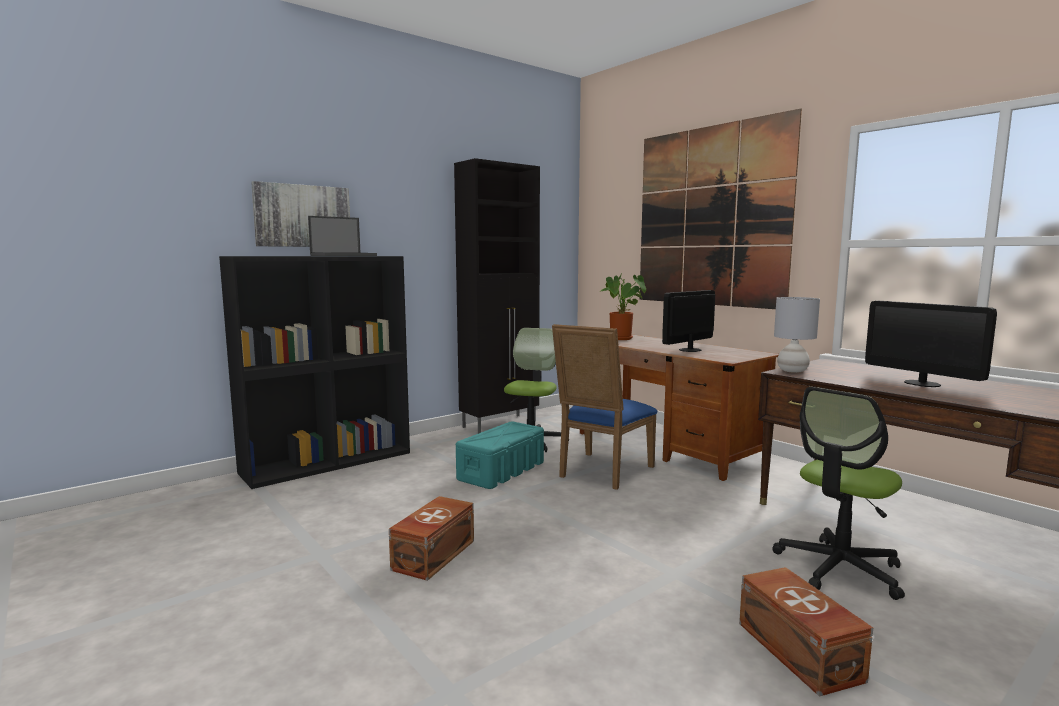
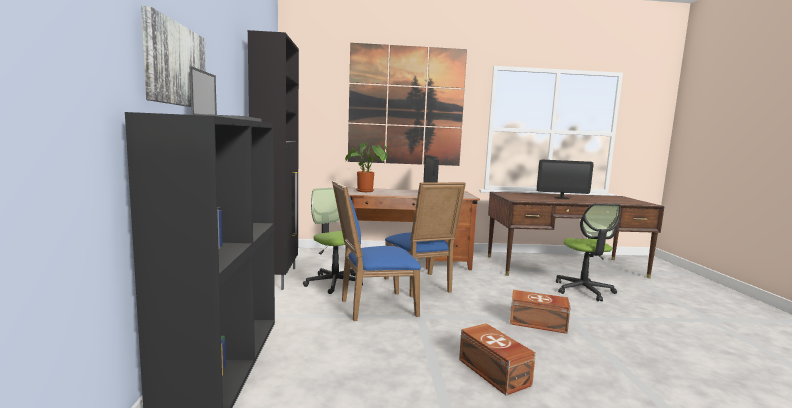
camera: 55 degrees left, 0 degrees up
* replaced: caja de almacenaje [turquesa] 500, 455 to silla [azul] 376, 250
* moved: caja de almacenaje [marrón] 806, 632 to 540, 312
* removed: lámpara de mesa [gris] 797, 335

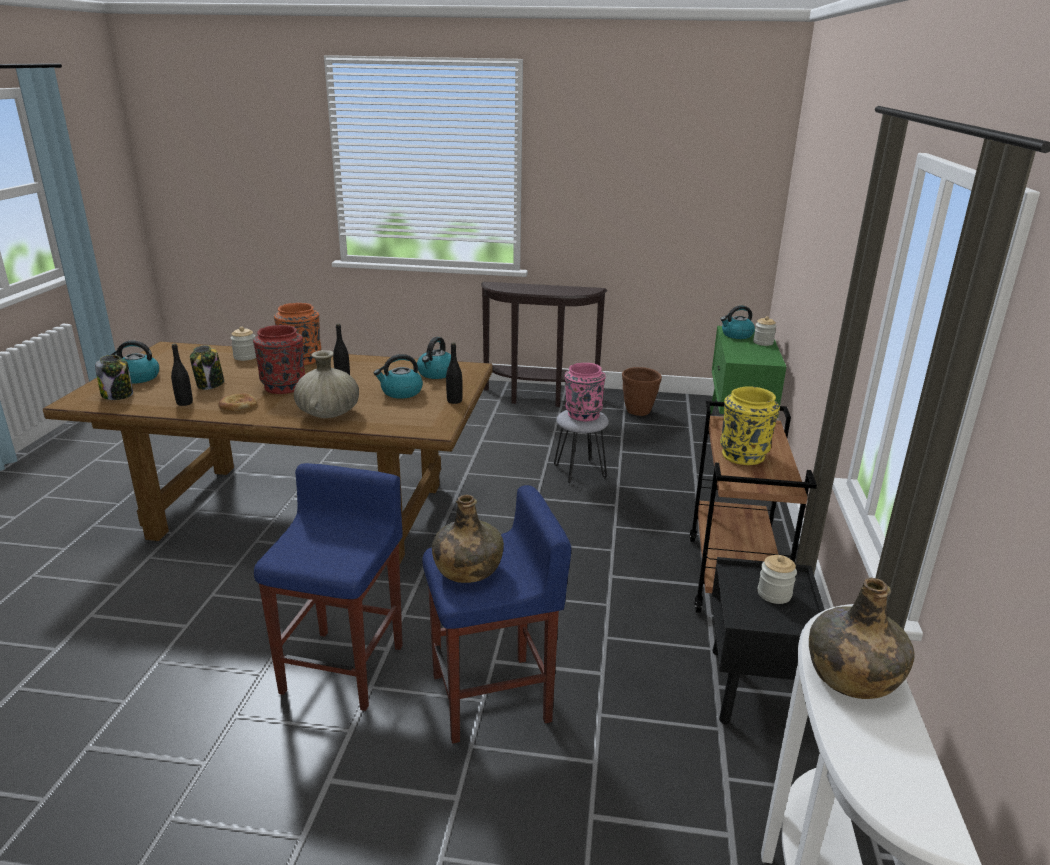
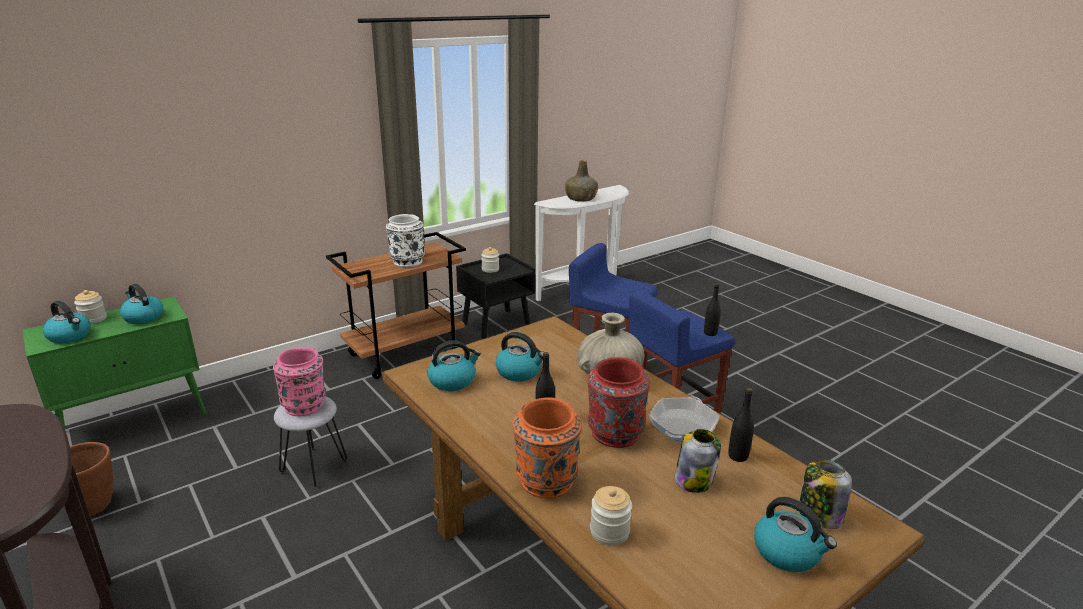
camera: 135 degrees left, 0 degrees up
* added: hervidor 141, 304
* recoloured: florero [amarillo] 750, 425 to florero [blanco] 405, 240
* replaced: pan 237, 402 to sartén 684, 418
* moved: botella [negro] 454, 373 to 712, 309
* removed: botella [verde] 468, 538

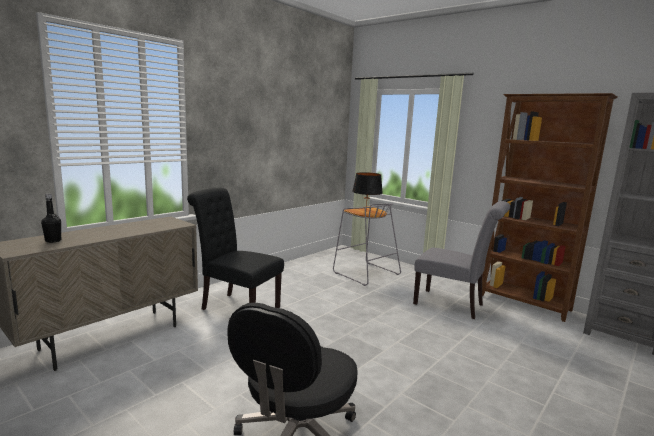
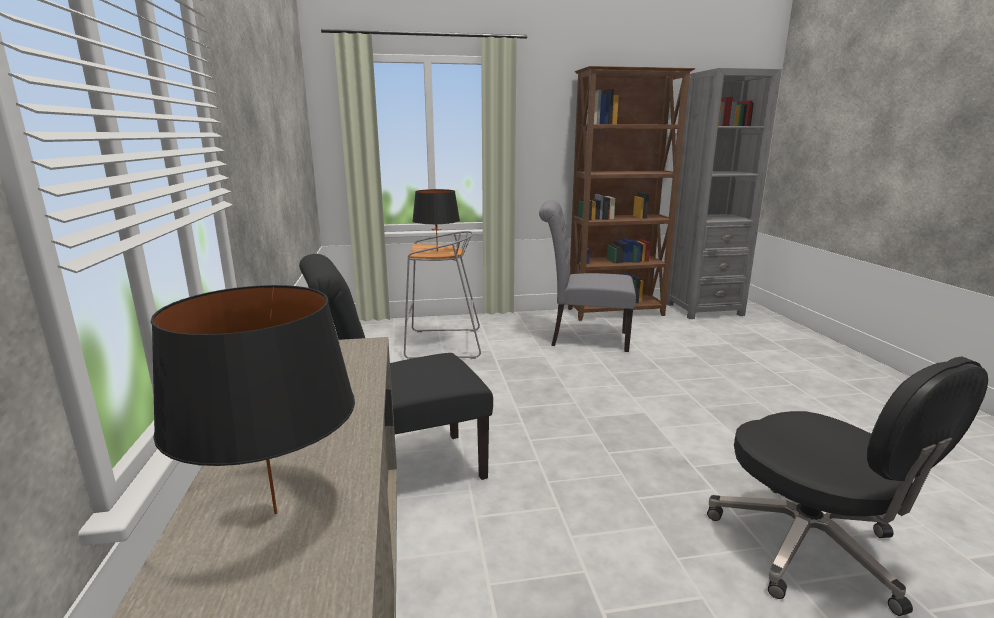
camera: 50 degrees left, 5 degrees up
* replaced: botella [negro] 51, 218 to lámpara de mesa [negro] 253, 399
* turned: silla [gris] 461, 260 = 587, 276 150 degrees counterclockwise

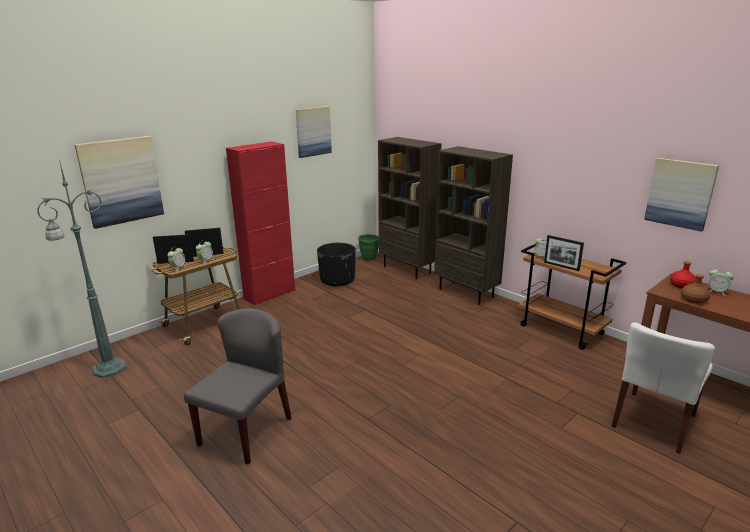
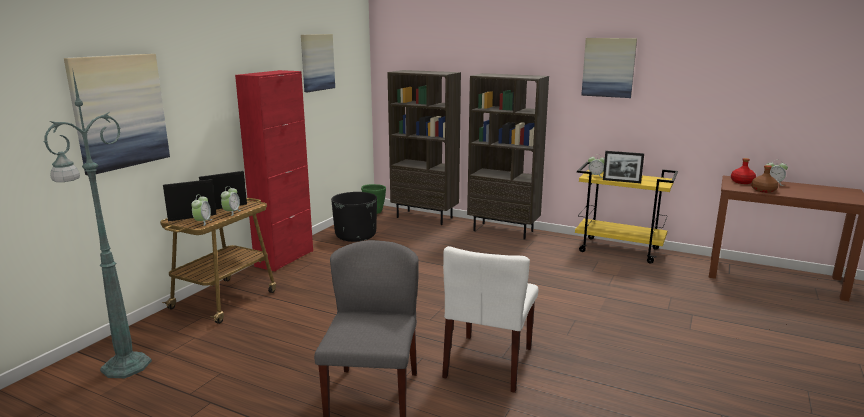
camera: 20 degrees left, 5 degrees down
* moved: silla [blanco] 663, 388 to 490, 319
* recoloured: carrito [marrón] 572, 295 to carrito [amarillo] 626, 213
* moved: cuadro 681, 195 to 609, 68

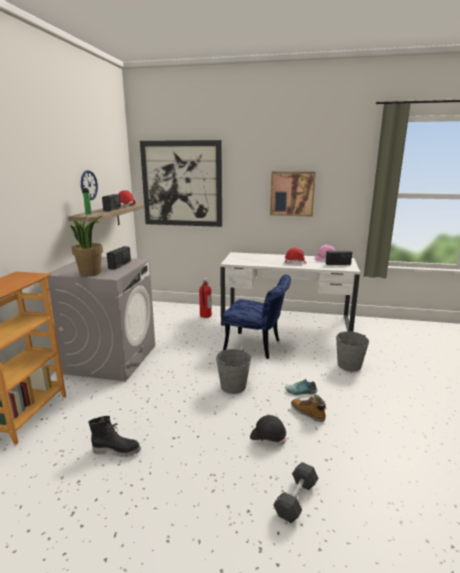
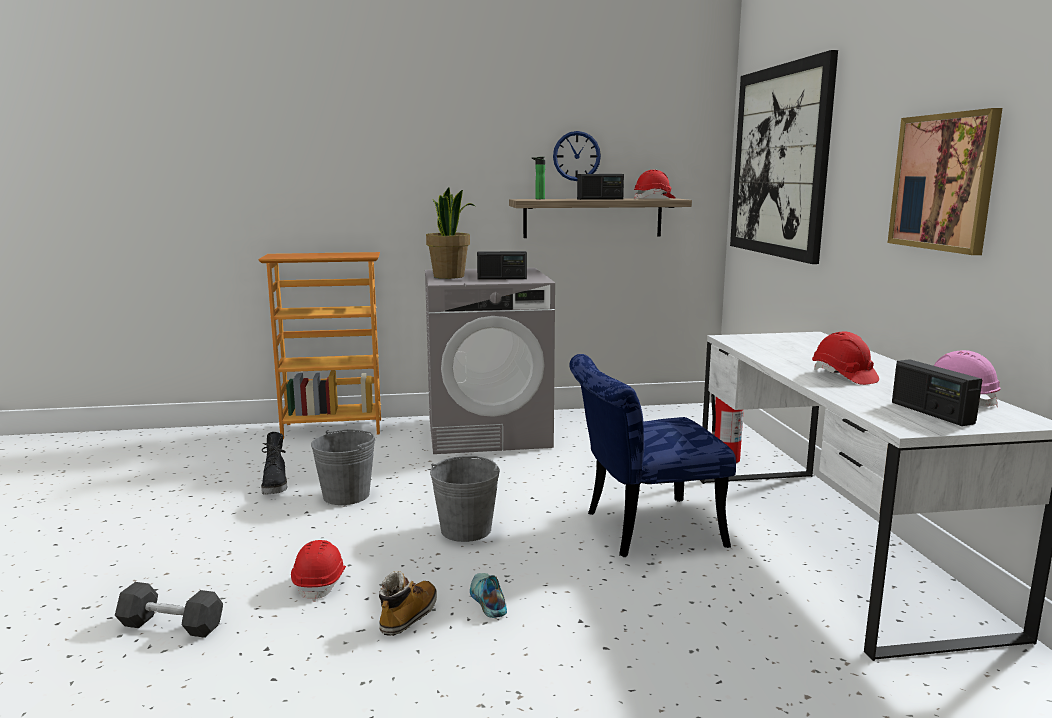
camera: 70 degrees right, 5 degrees down
* recoloured: casco [negro] 268, 430 to casco [rojo] 318, 571
* moved: cubo [gris] 352, 351 to 343, 467
* turned: silla [azul] 256, 317 = 652, 455 75 degrees clockwise

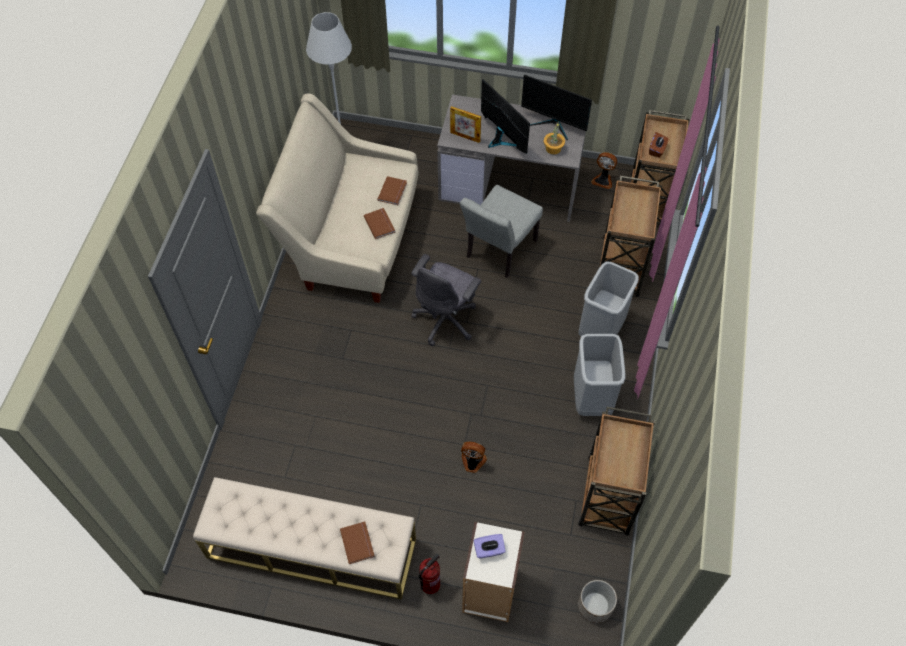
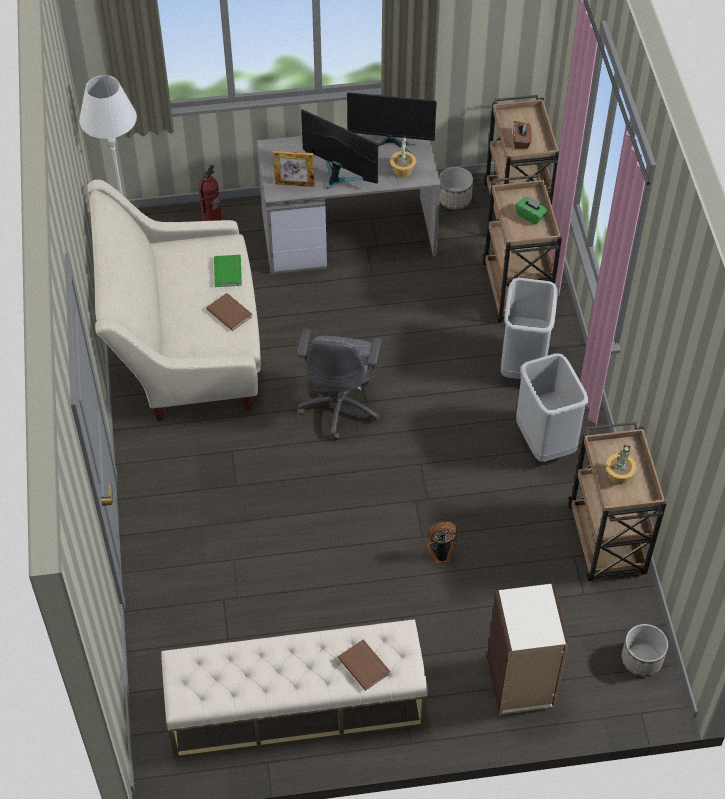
camera: 20 degrees left, 5 degrees down
* moved: extintor 429, 573 to 210, 193
* recoloured: libro [marrón] 392, 190 to libro [verde] 228, 271
* replaced: ventilador 604, 170 to maceta 456, 188
* added: caja de pañuelos [verde] 532, 210
* added: planta en maceta 620, 464
* removed: silla [gris] 501, 231
* removed: caja de pañuelos [morado] 489, 546

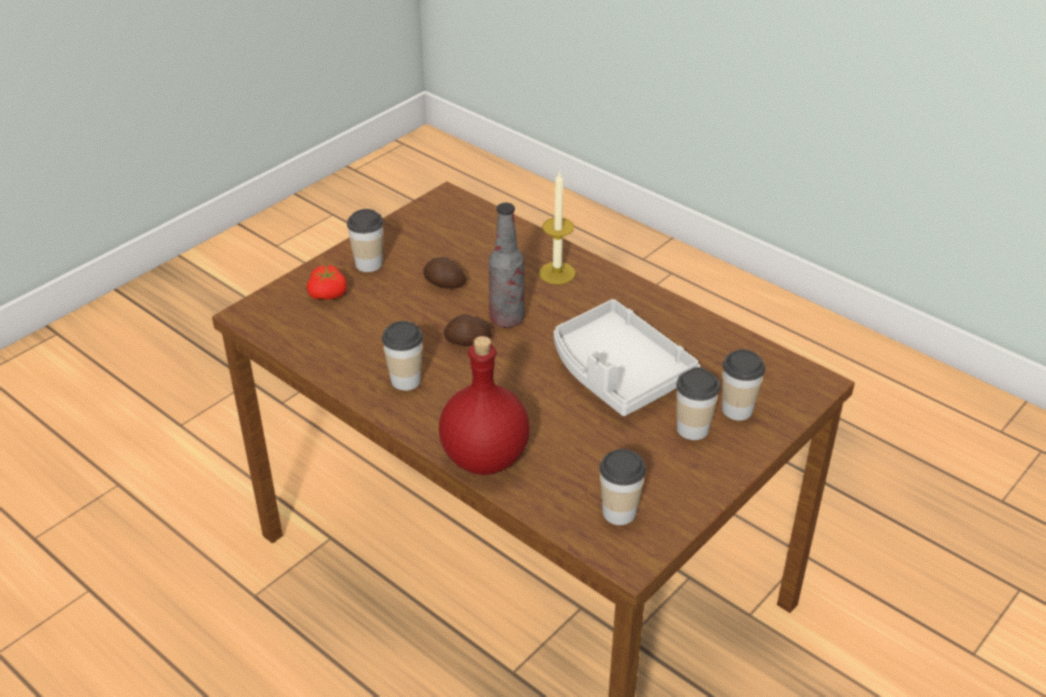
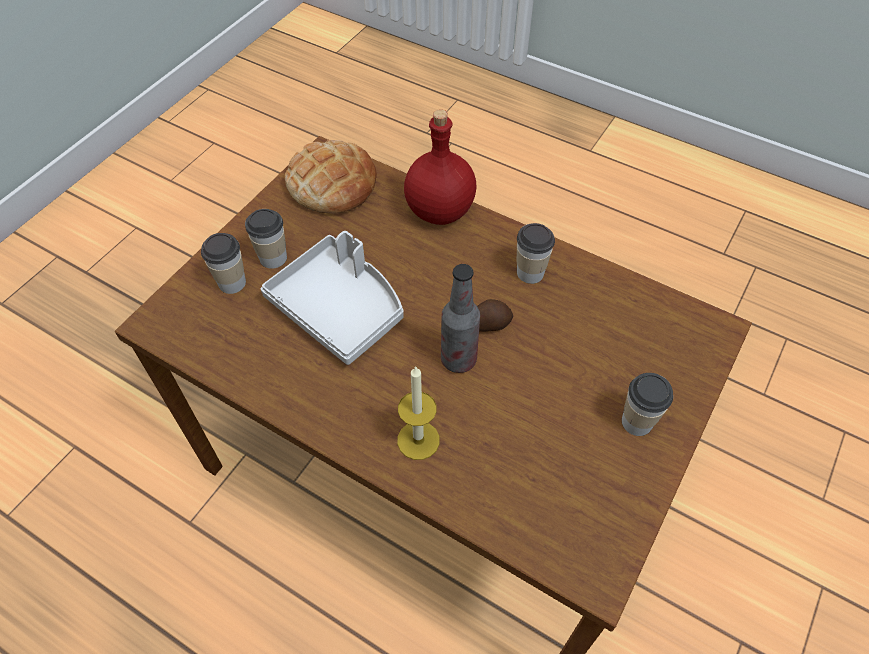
camera: 170 degrees right, 15 degrees up
* replaced: taza 622, 487 to pan 331, 177
* removed: tomate 327, 282
* removed: patata 444, 273

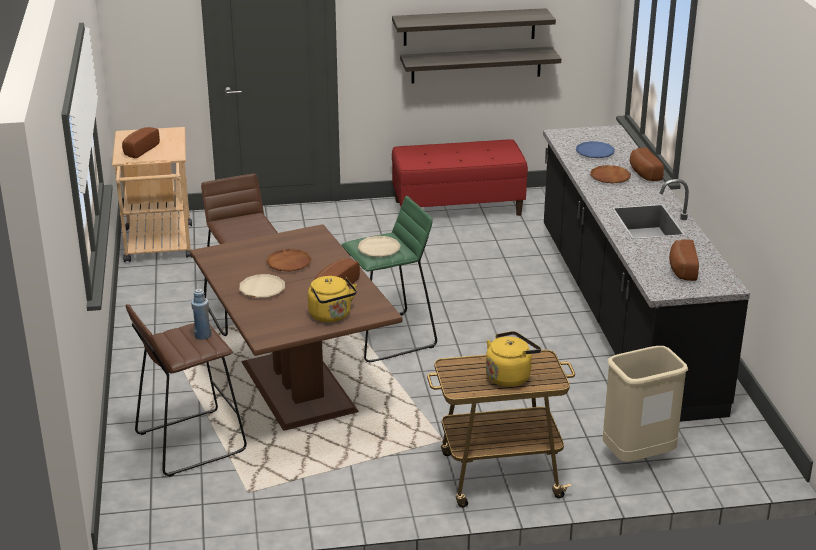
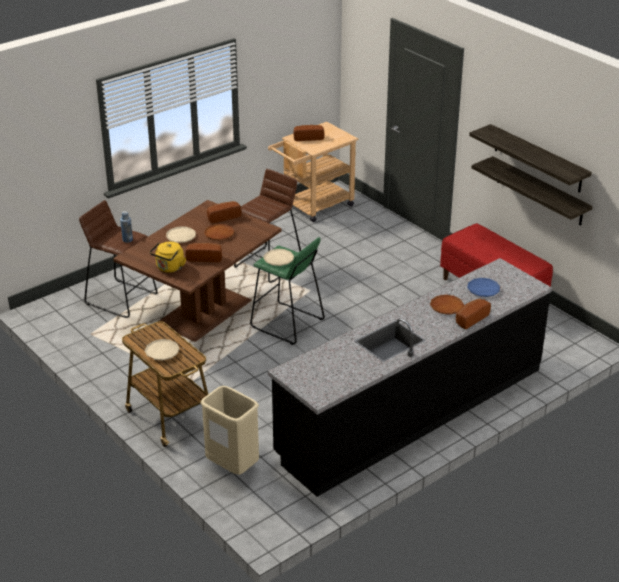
camera: 60 degrees right, 5 degrees up
* replaced: hervidor [amarillo] 513, 359 to plato [beis] 162, 350
* moved: pan 684, 260 to 224, 212

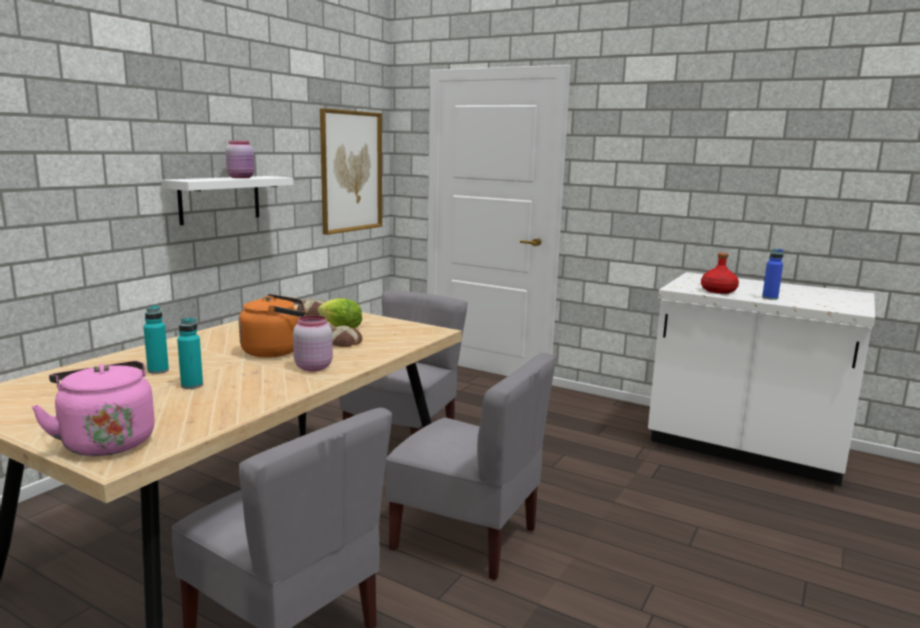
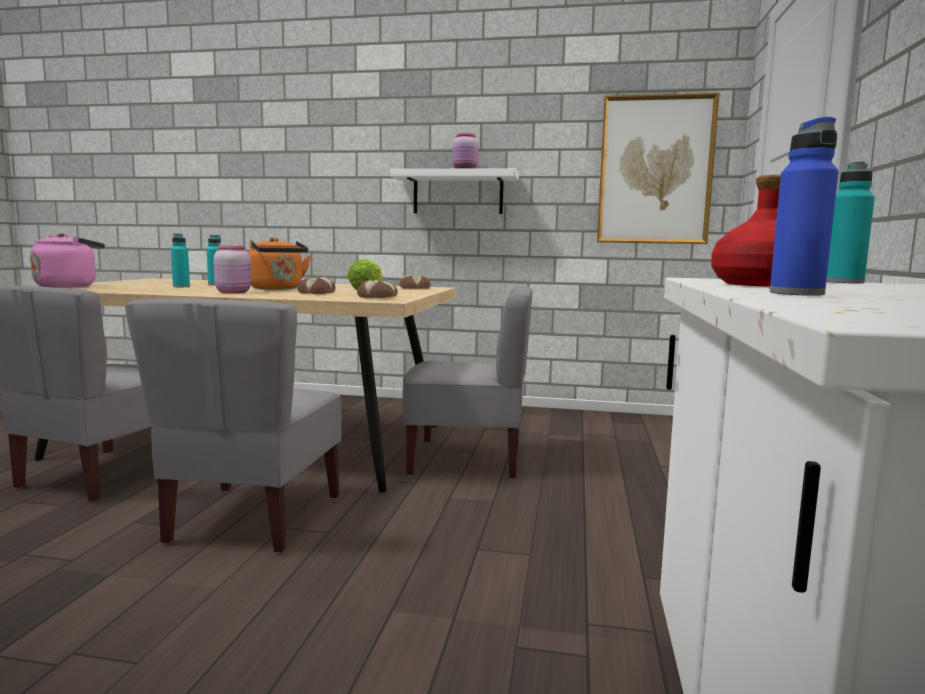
camera: 70 degrees right, 5 degrees down
* added: pan 377, 289
* added: botella [turquesa] 850, 222

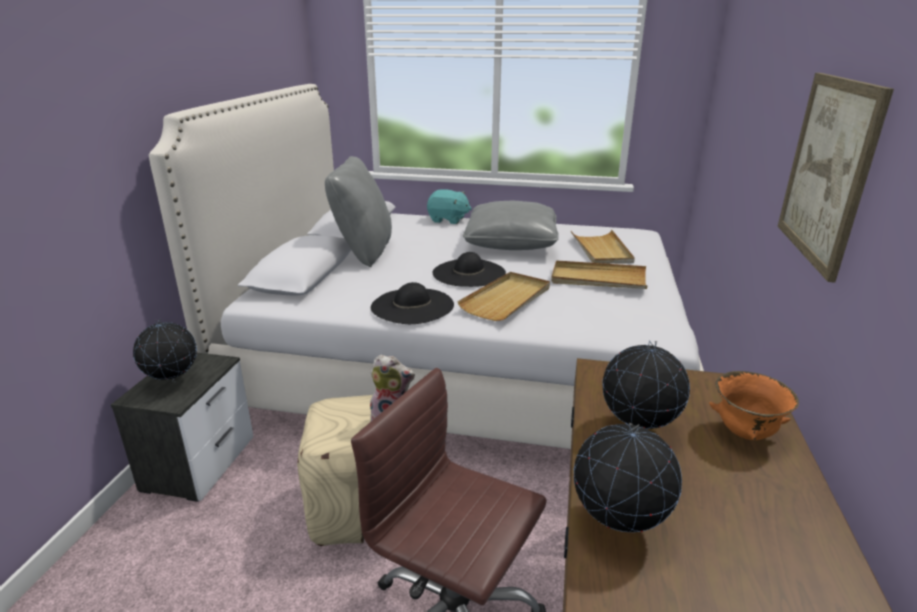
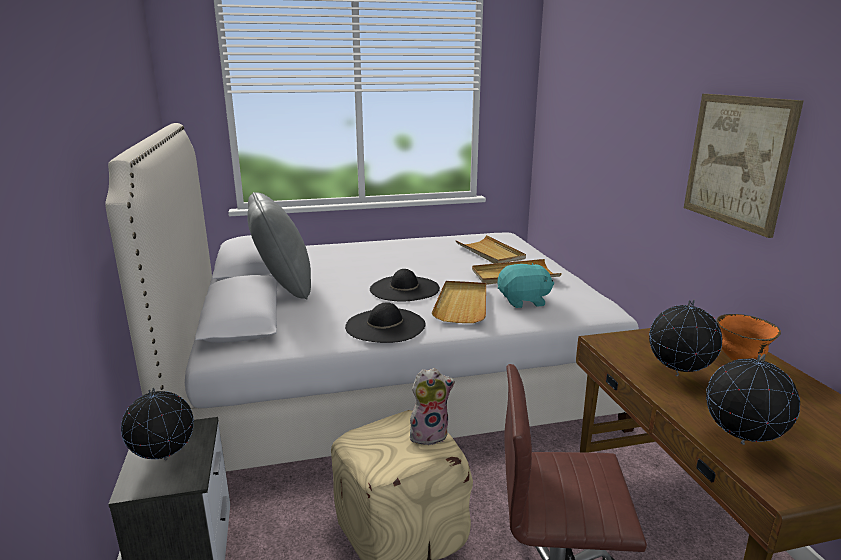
camera: 25 degrees left, 5 degrees down
* moved: peluche [turquesa] 449, 206 to 526, 285
* removed: cojín [gris] 511, 225

